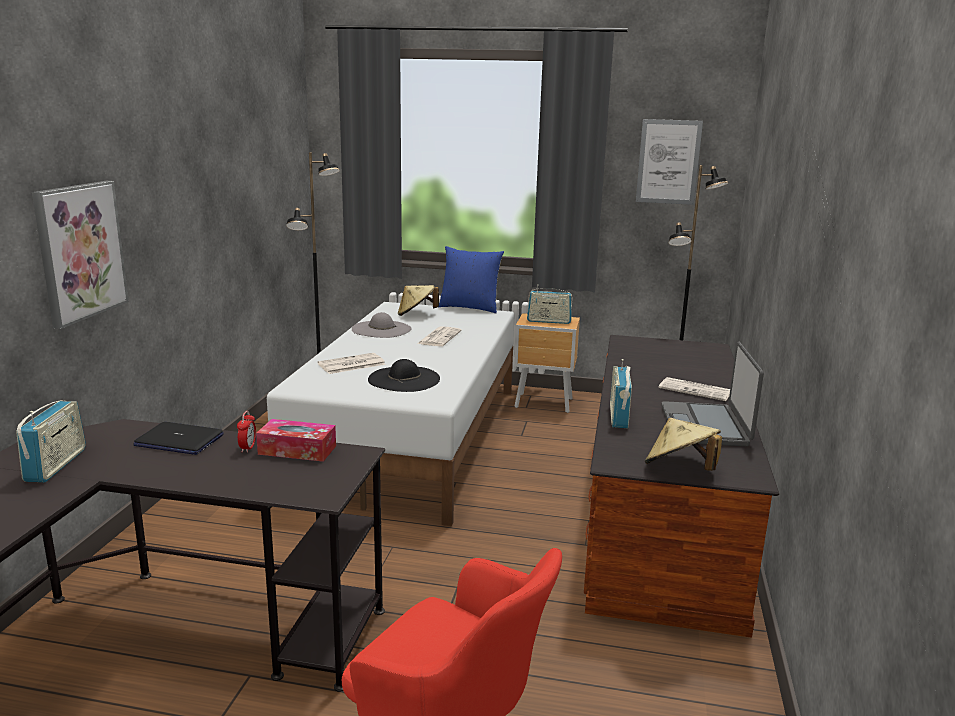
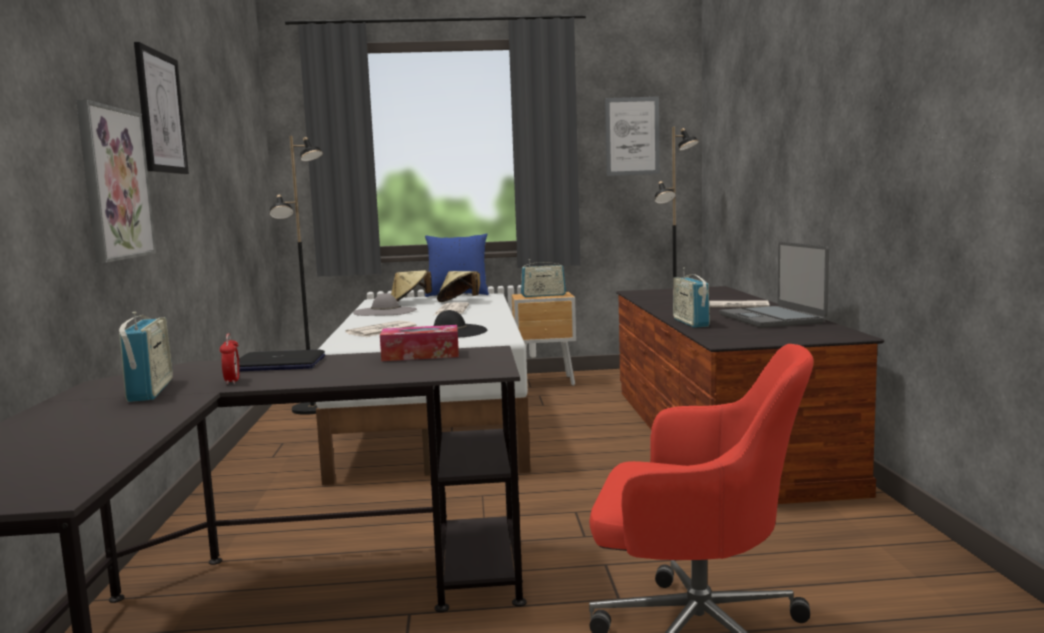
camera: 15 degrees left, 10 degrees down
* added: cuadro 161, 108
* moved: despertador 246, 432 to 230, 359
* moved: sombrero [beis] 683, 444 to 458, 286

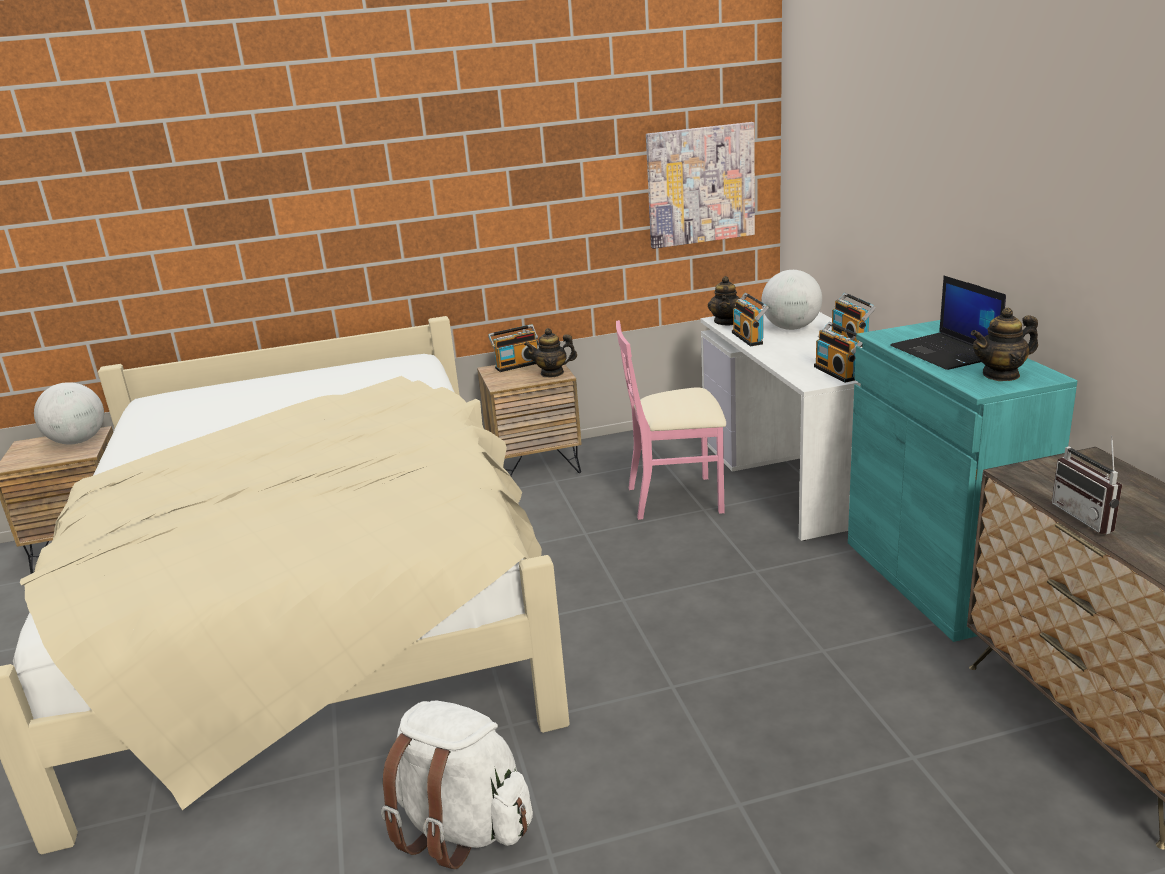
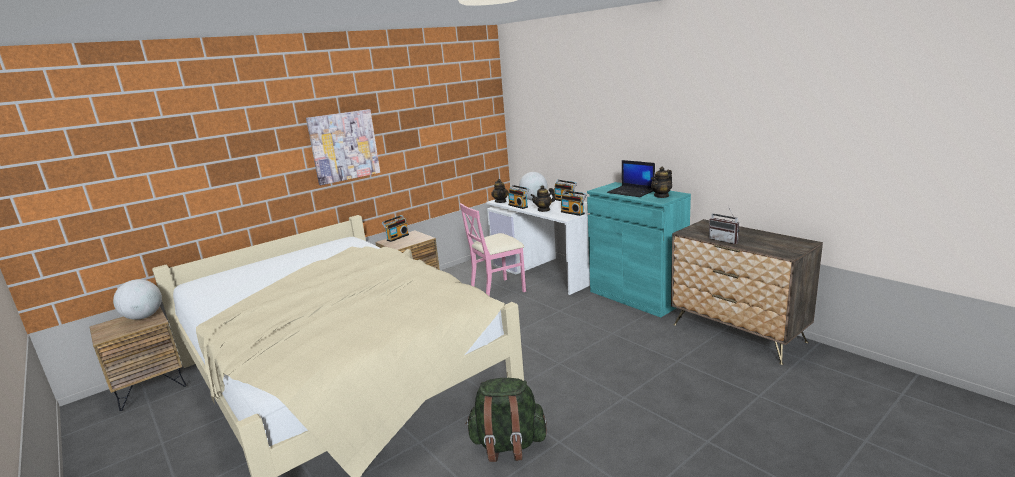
camera: 25 degrees left, 5 degrees down
* moved: cuadro 700, 185 to 343, 147
* recoloured: mochila [blanco] 457, 784 to mochila [verde] 506, 420
* moved: tetera 550, 353 to 543, 198

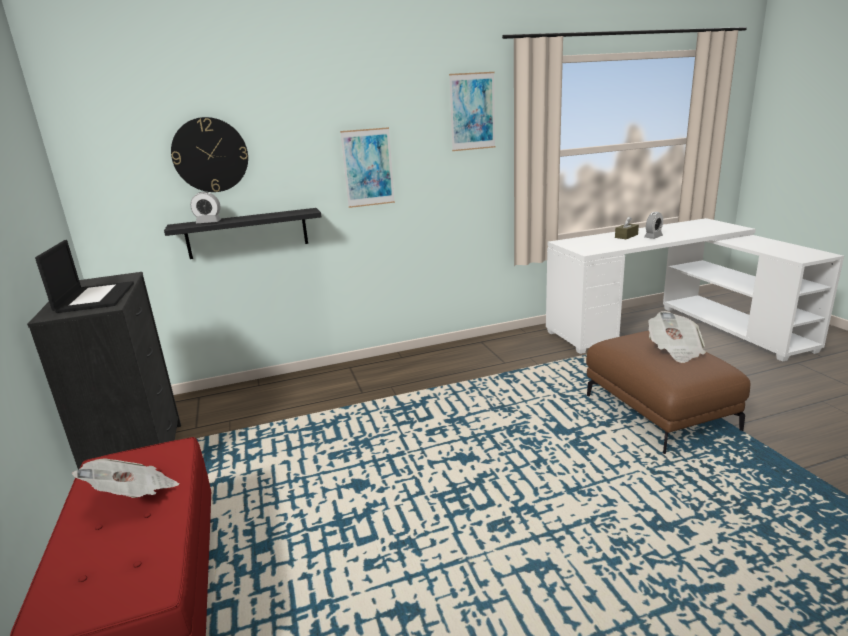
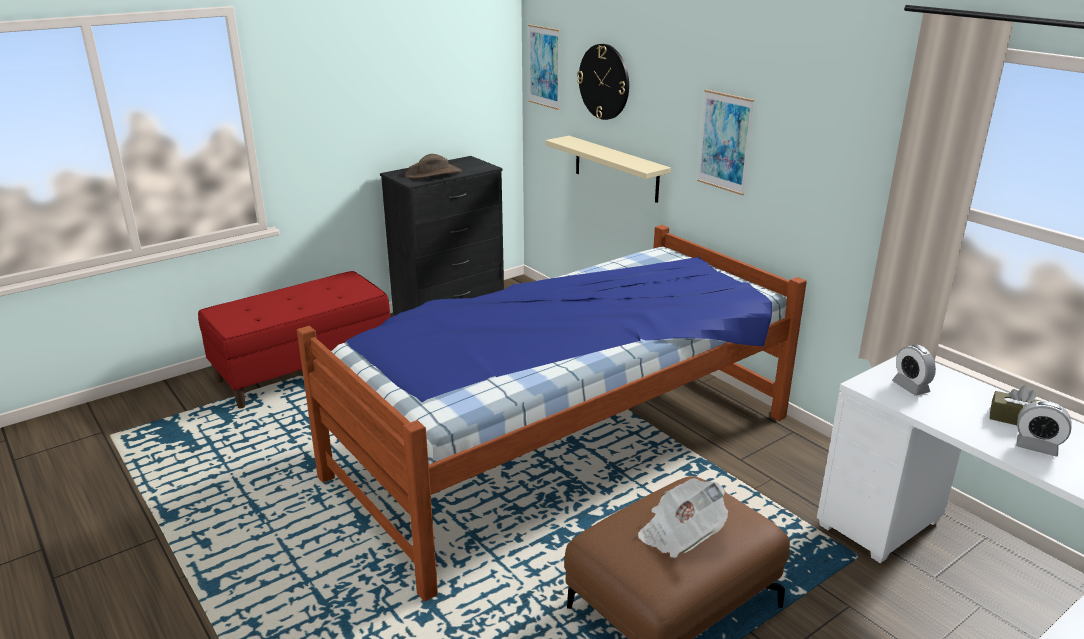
camera: 70 degrees right, 5 degrees up
* added: cama 552, 413
* replaced: portátil 84, 276 to sombrero [marrón] 433, 166
* moved: cuadro 472, 111 to 544, 67
* recoloured: estante [negro] 243, 233 to estante [beis] 608, 169
* moved: despertador 205, 207 to 914, 370
* removed: periódico 125, 478

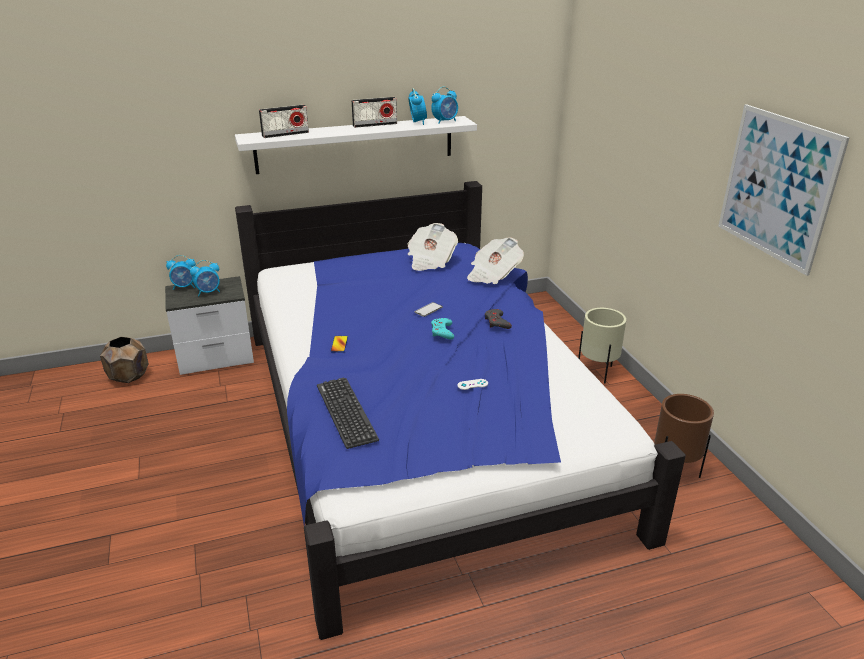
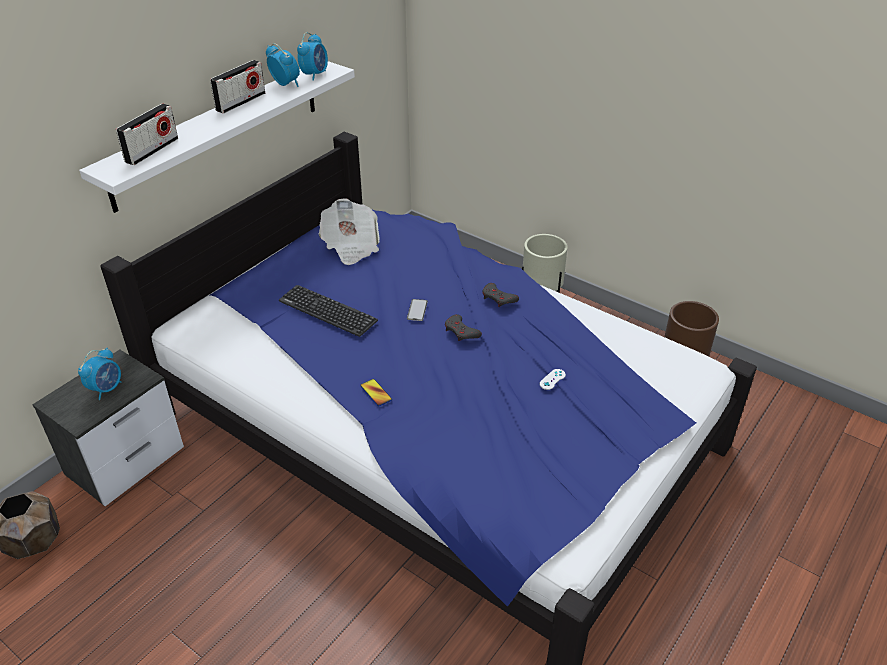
camera: 35 degrees left, 10 degrees up
* moved: teclado 348, 413 to 328, 311
* recoloured: mando de consola [turquesa] 442, 329 to mando de consola [gris] 463, 327
* removed: despertador 181, 272
* removed: periódico 495, 260
* removed: cuadro 784, 190

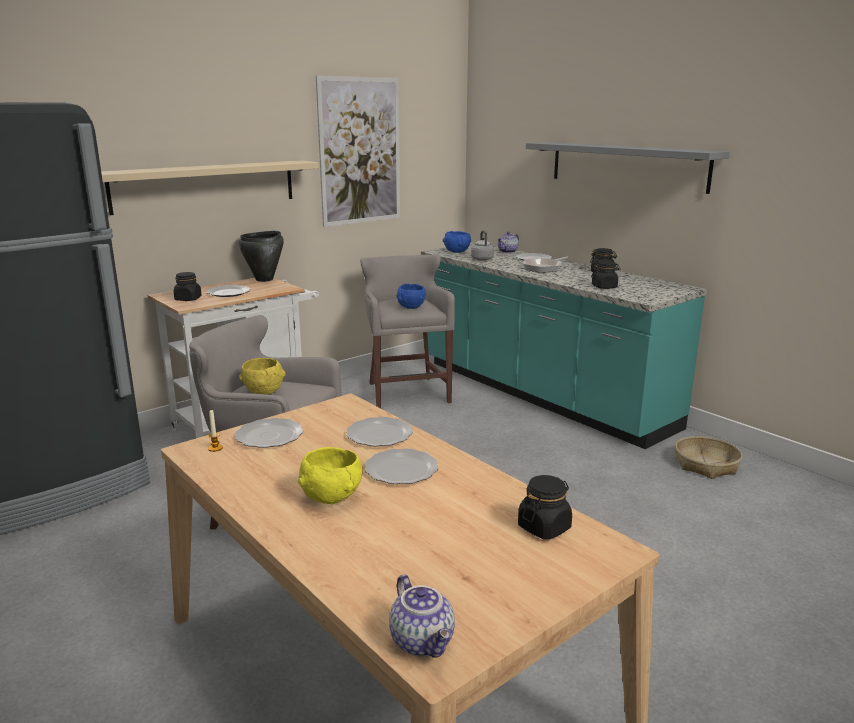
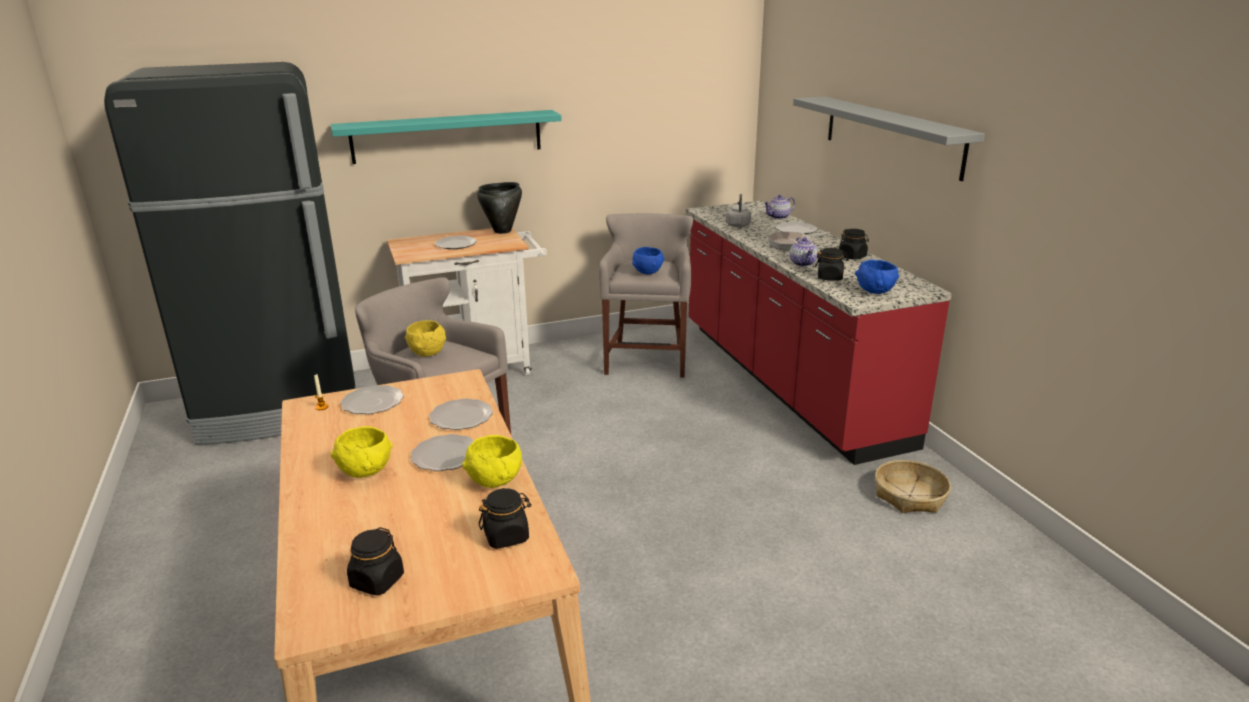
camera: 20 degrees right, 5 degrees up
* recoloured: estante [beis] 210, 187 to estante [turquesa] 446, 137
* moved: tarro [negro] 188, 286 to 375, 561
* added: cuenco [amarillo] 492, 461
* recoloured: mueble bajo de cocina [turquesa] 564, 346 to mueble bajo de cocina [rojo] 818, 333
* moved: tetera 422, 616 to 804, 252
* moved: cuenco [azul] 457, 242 to 877, 277
* removed: cuadro 358, 151

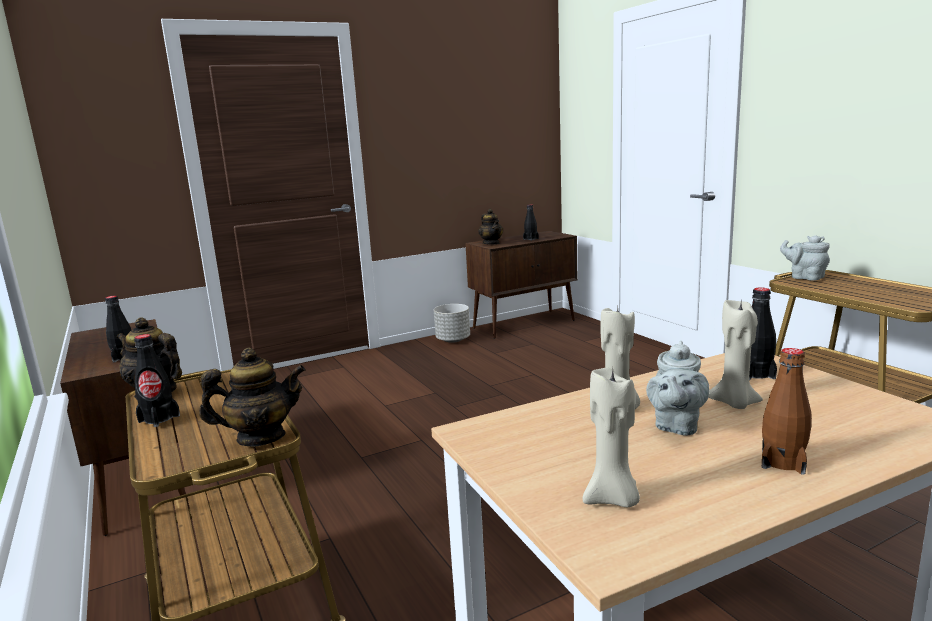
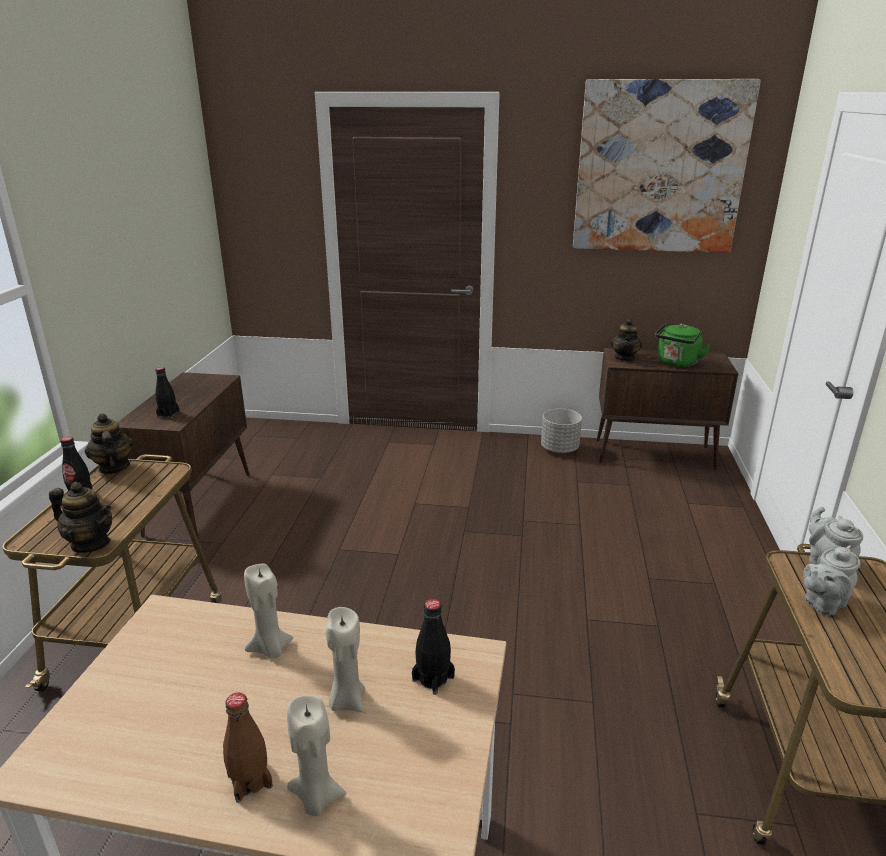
camera: 35 degrees right, 10 degrees up
* moved: vela [beis] 611, 438 to 316, 755
* added: cuadro 667, 166
* replaced: botella [negro] 531, 222 to hervidor [verde] 683, 345
* moved: tetera [gris] 677, 388 to 832, 580

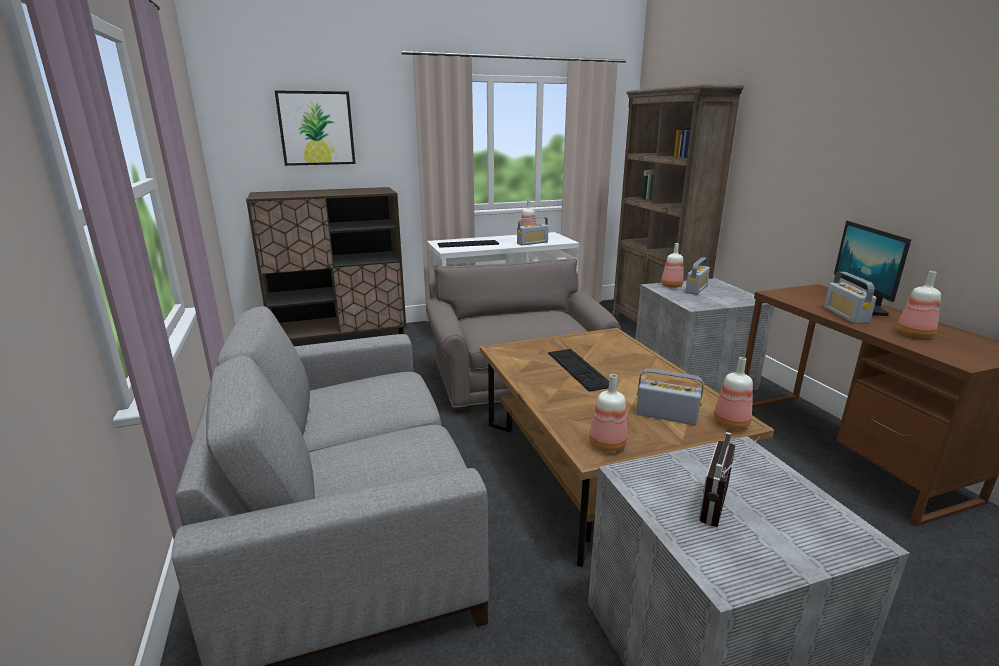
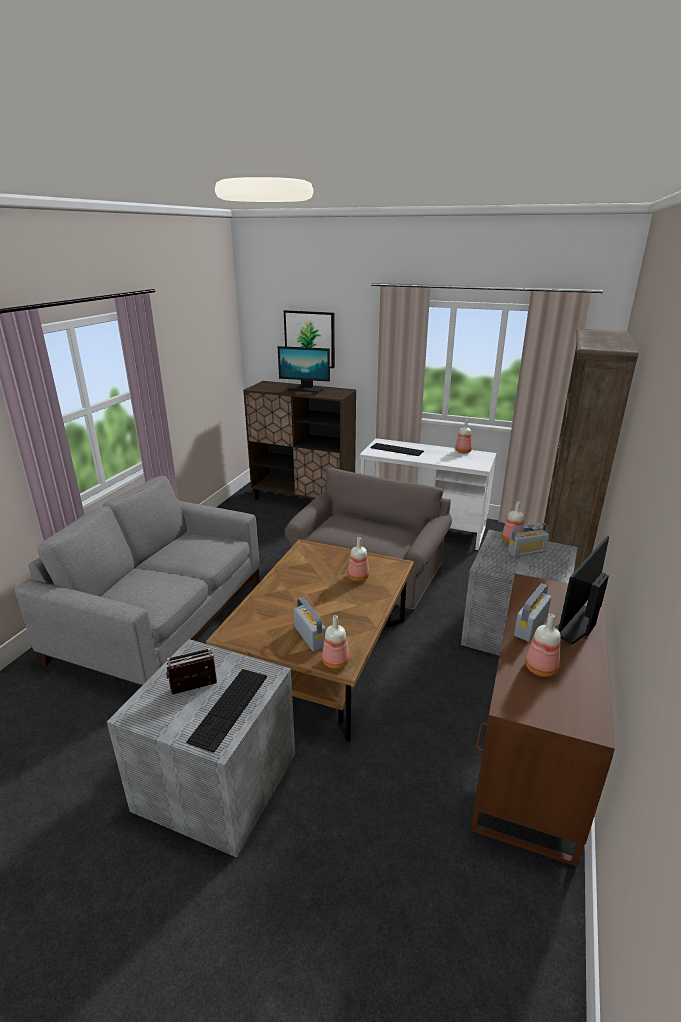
camera: 40 degrees right, 5 degrees up
* moved: teclado 578, 370 to 226, 711
* added: monitor 304, 369
* moved: botella 608, 413 to 358, 559
* removed: radio 533, 231

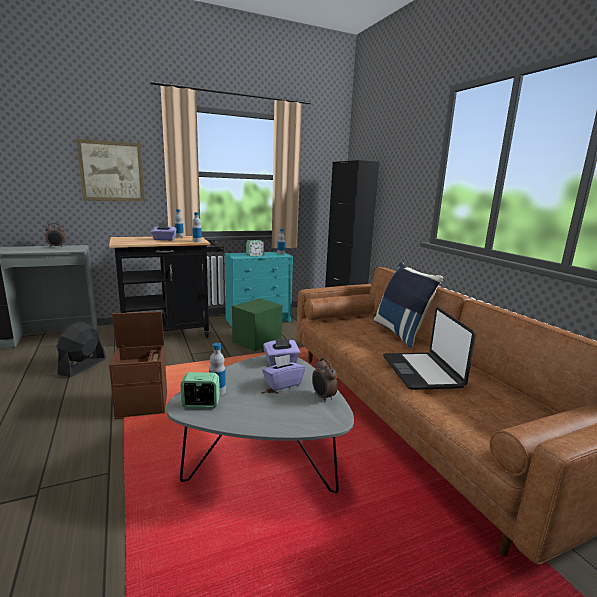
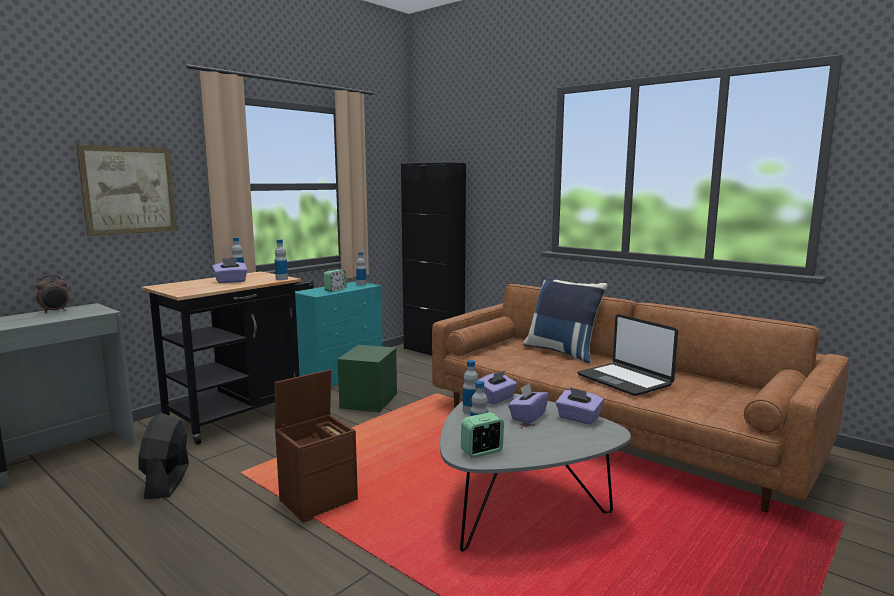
camera: 25 degrees left, 5 degrees down
* added: botella 470, 387
* replaced: despertador 325, 380 to caja de pañuelos [morado] 580, 406

